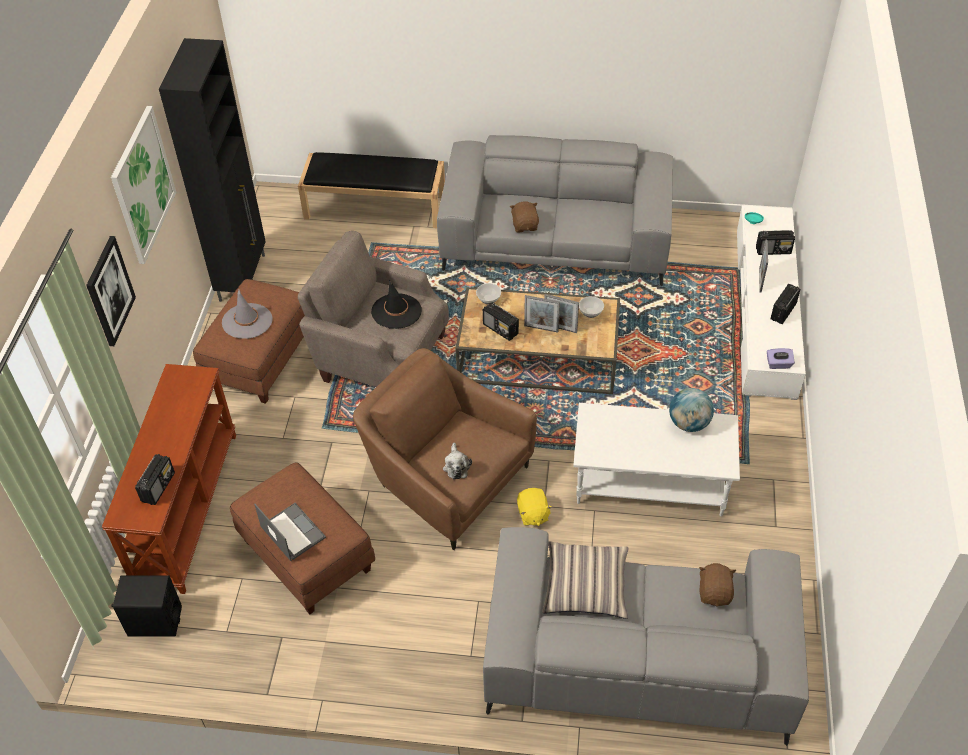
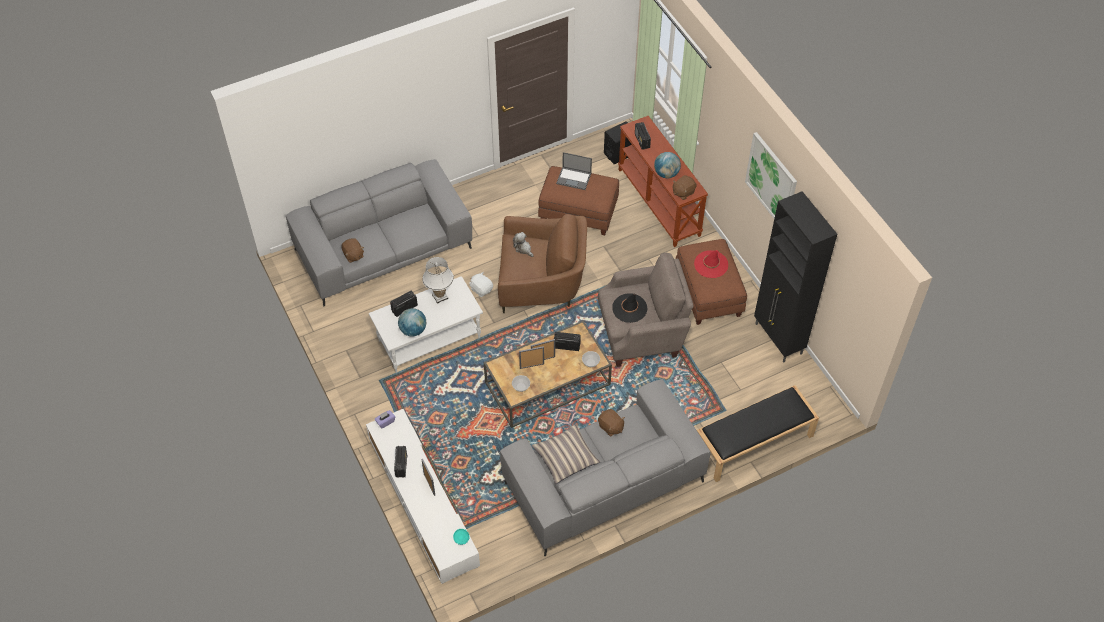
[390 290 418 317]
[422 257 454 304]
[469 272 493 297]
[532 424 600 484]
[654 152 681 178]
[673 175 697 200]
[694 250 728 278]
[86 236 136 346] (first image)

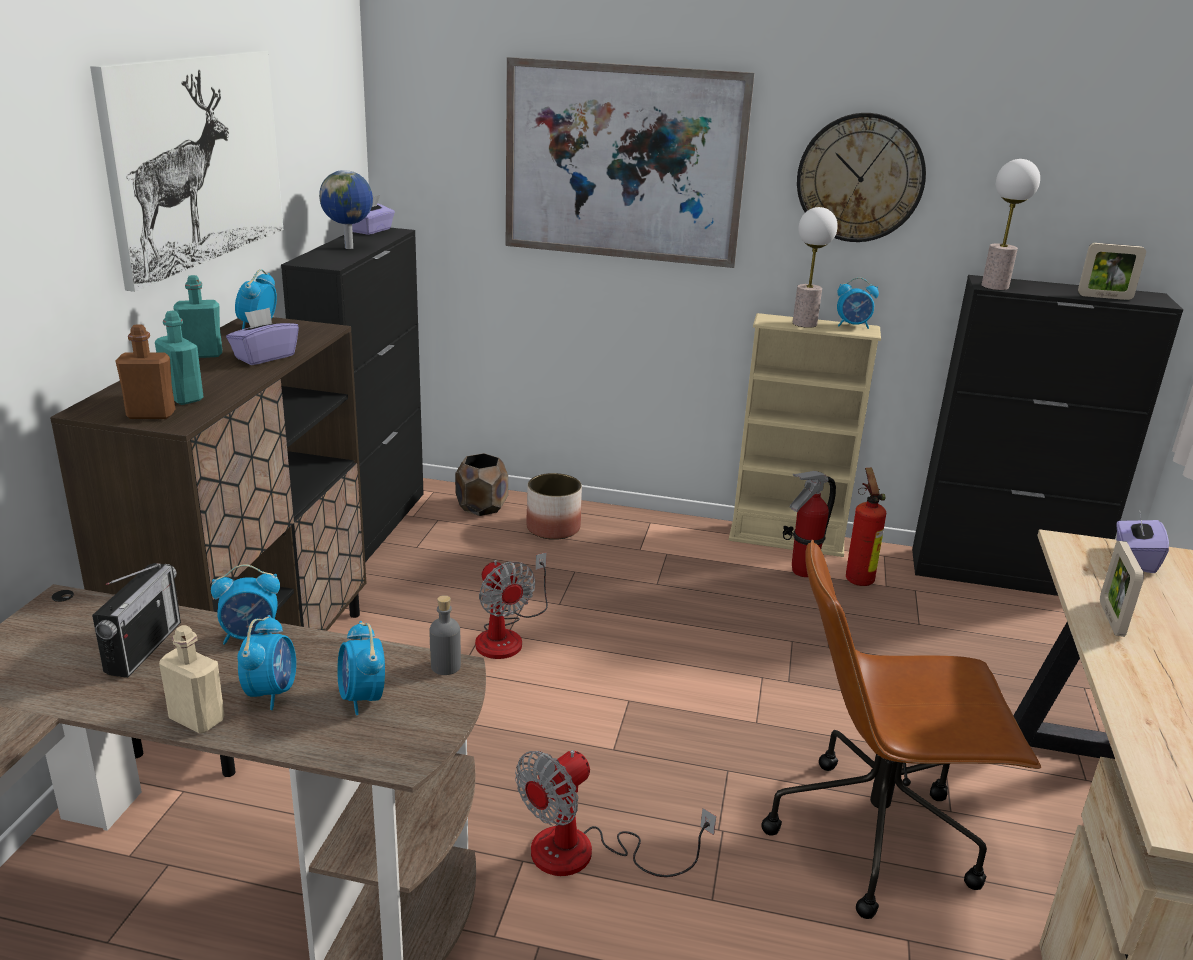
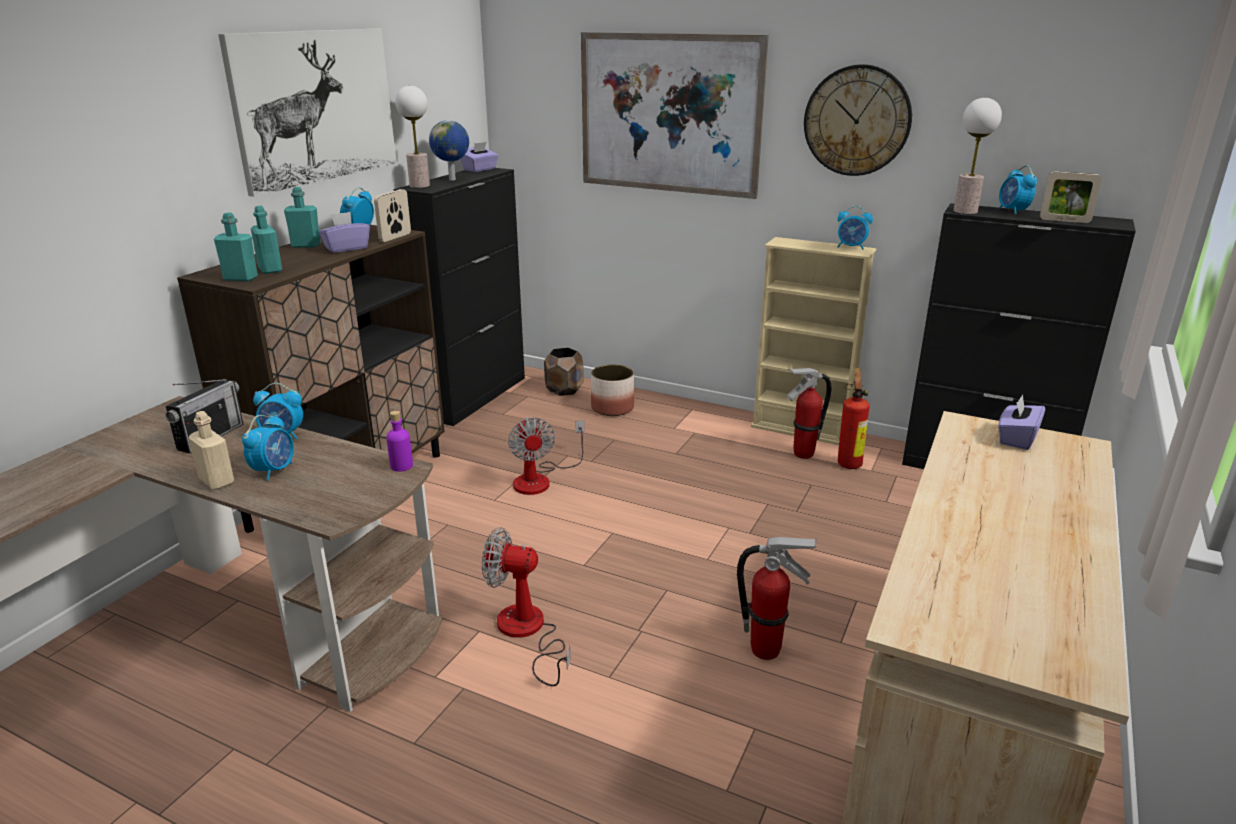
[214 213 258 281]
[374 189 411 242]
[386 411 413 472]
[395 86 430 188]
[482 527 571 686]
[737 537 817 660]
[999 165 1037 214]

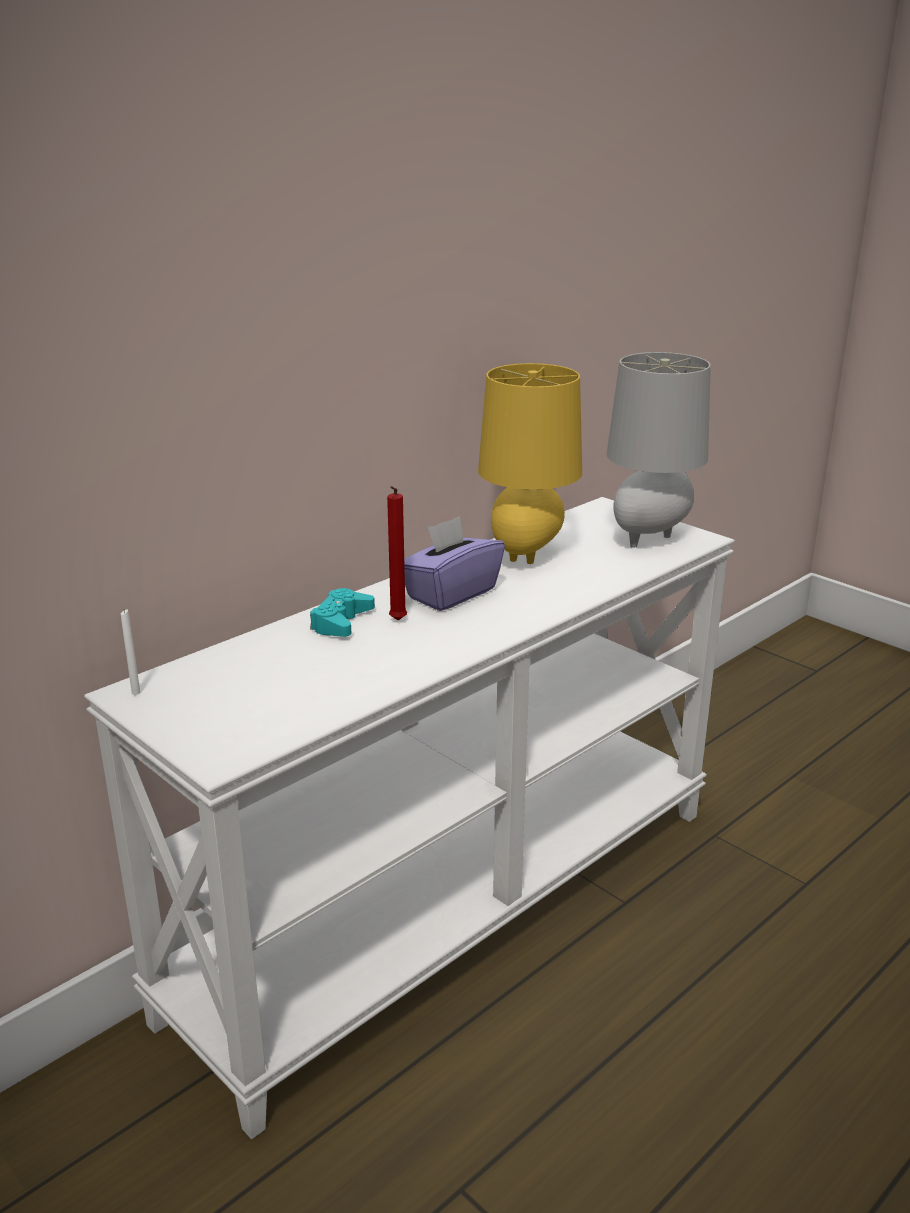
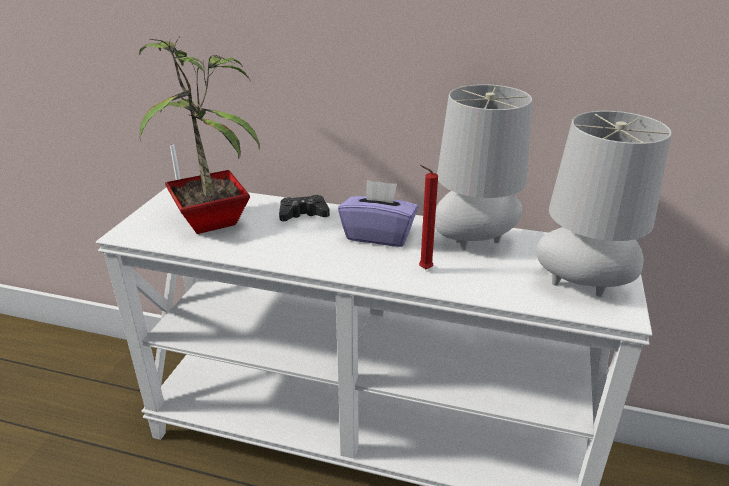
[139 36 260 234]
[279 195 330 221]
[419 165 438 269]
[435 84 532 250]

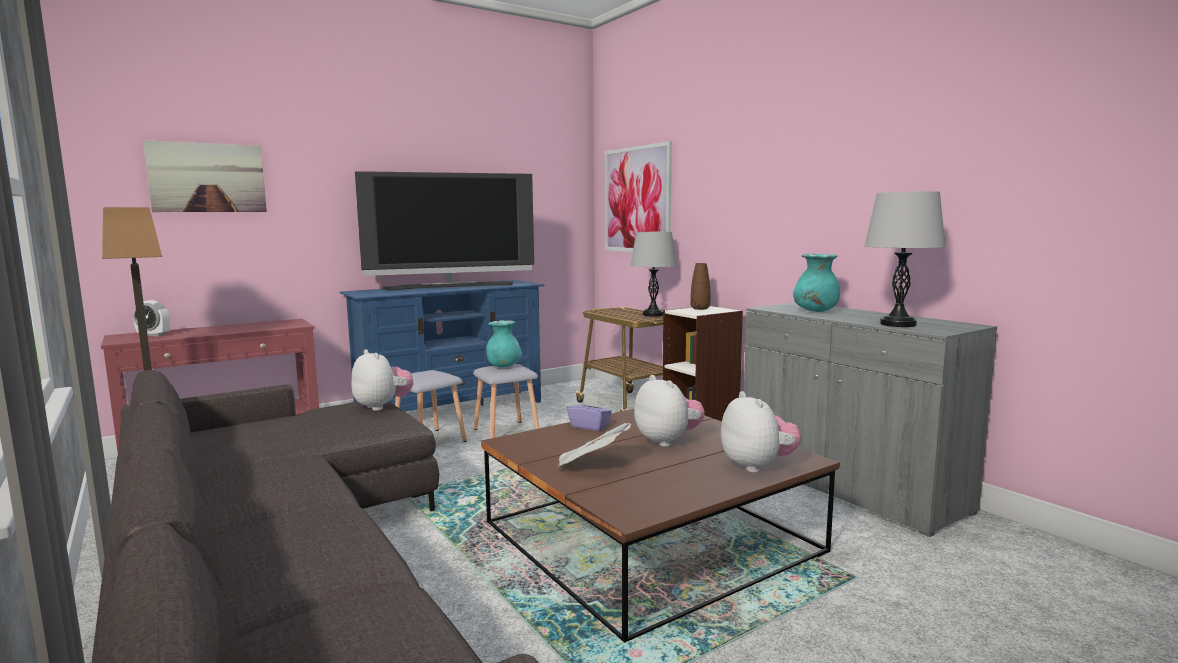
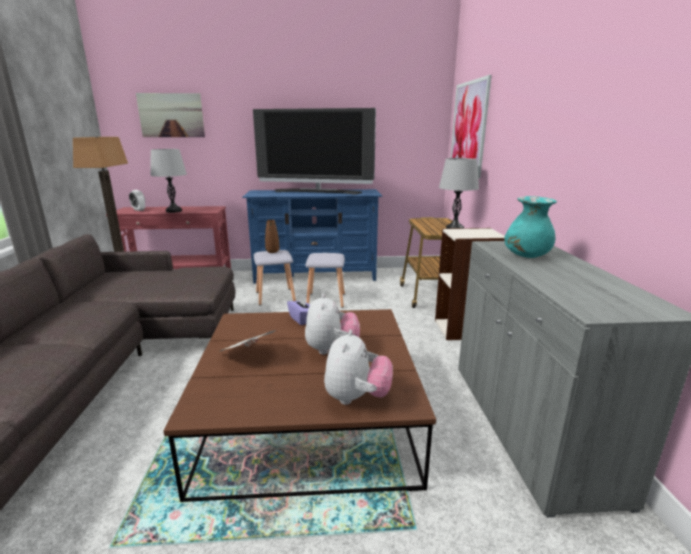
[150 149 187 213]
[265 220 279 253]
[351 349 414 411] (first image)
[486 320 522 368] (first image)

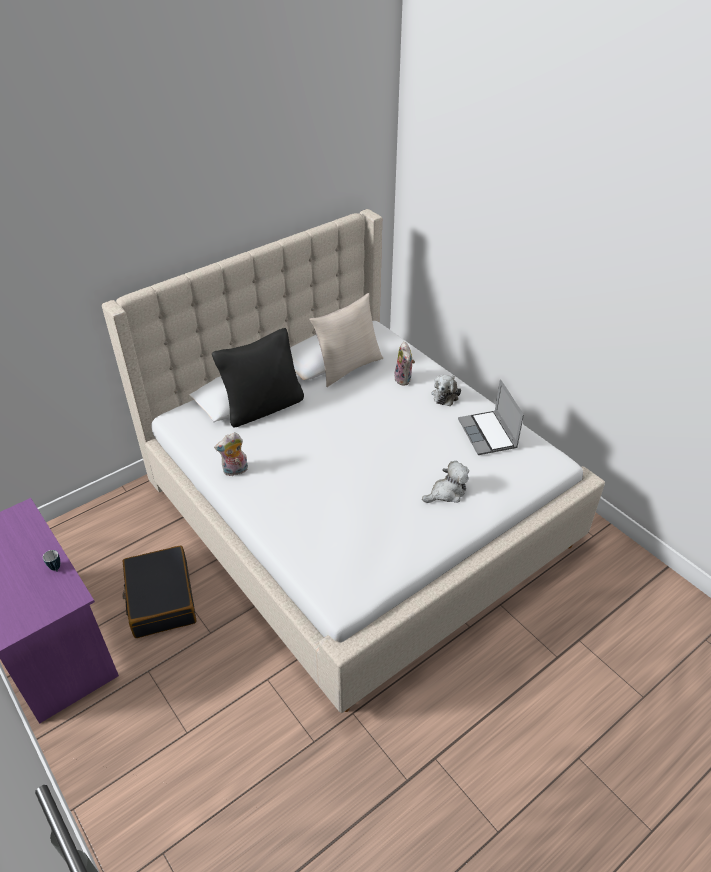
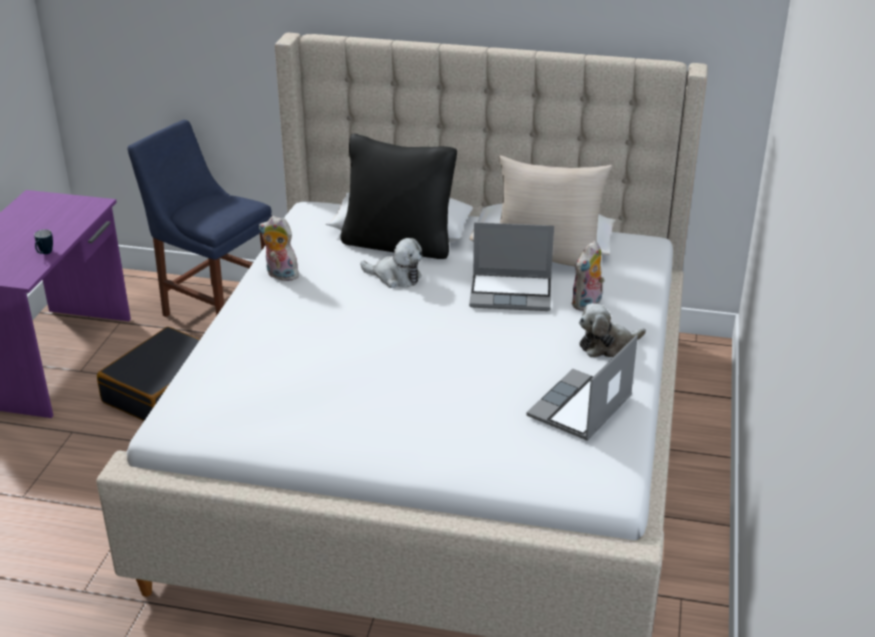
[128 120 272 317]
[360 238 422 288]
[469 222 554 311]

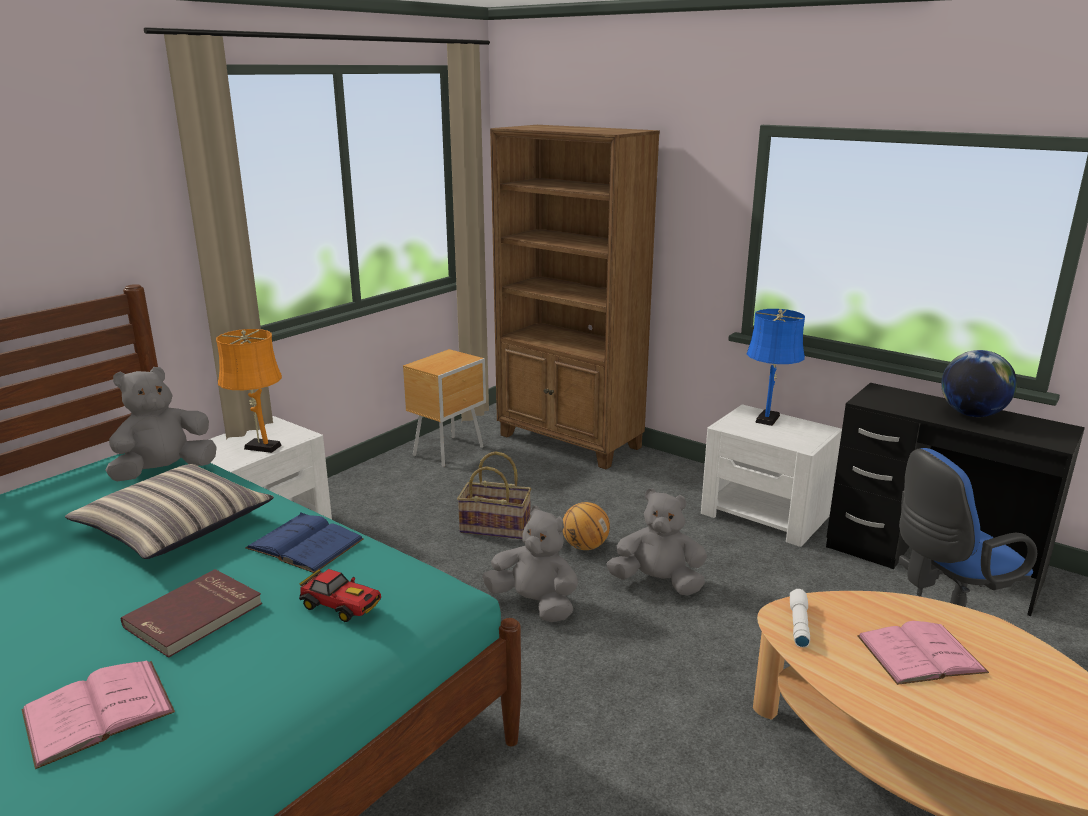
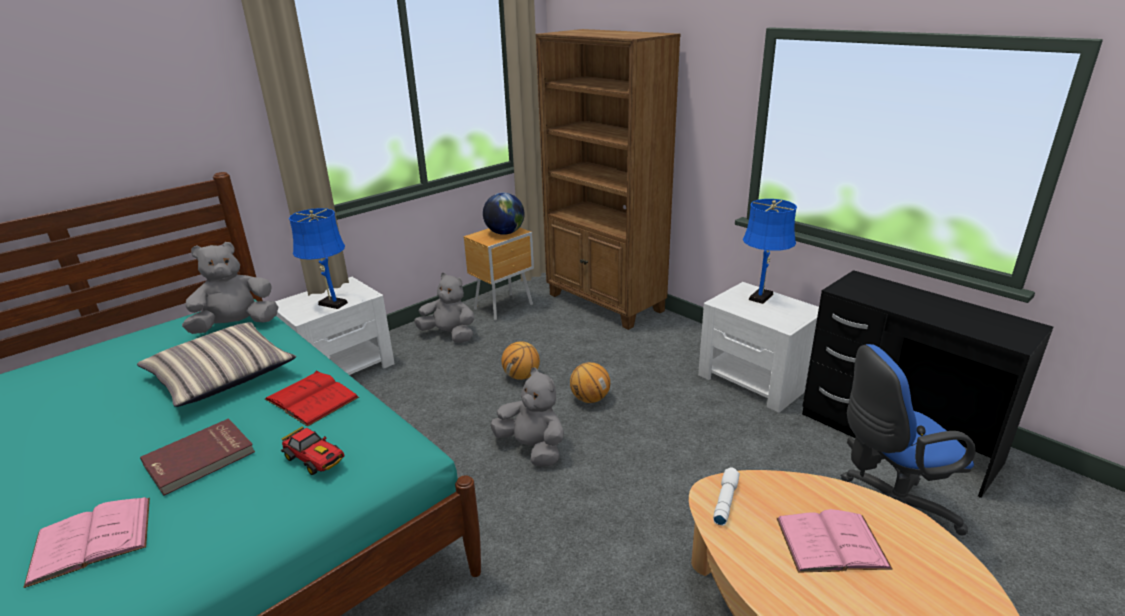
[265 371 359 427]
[289 208 348 309]
[414 273 474 343]
[483 193 525 235]
[501 341 540 380]

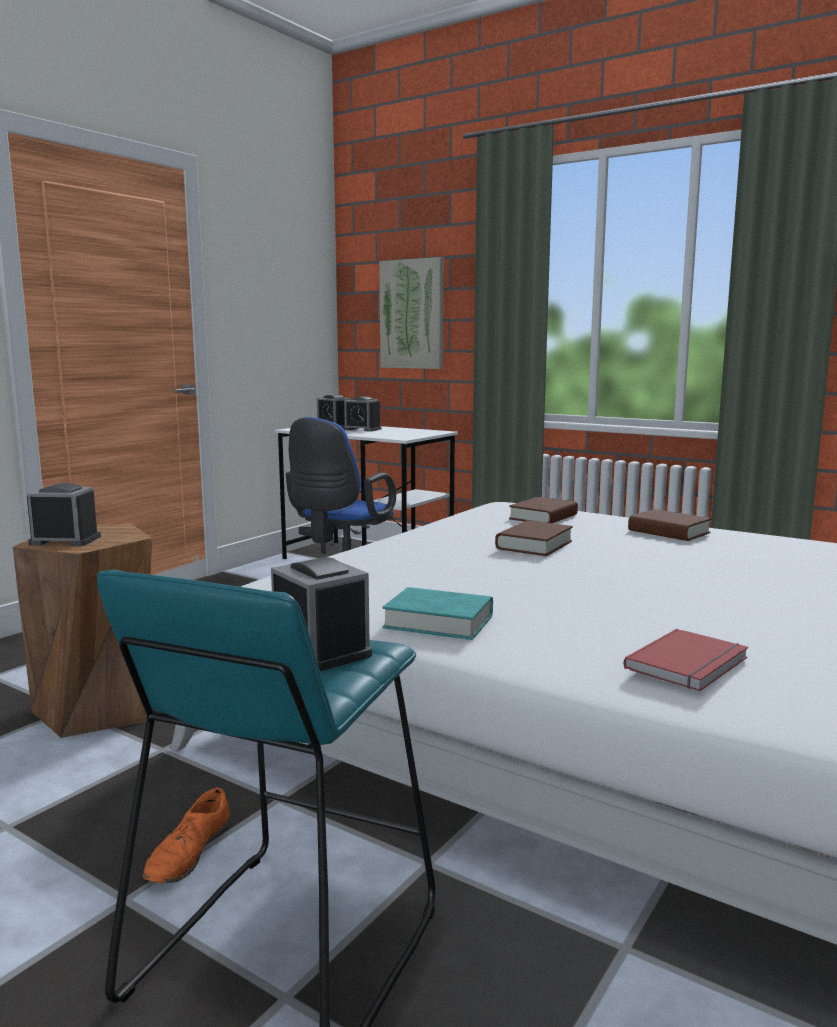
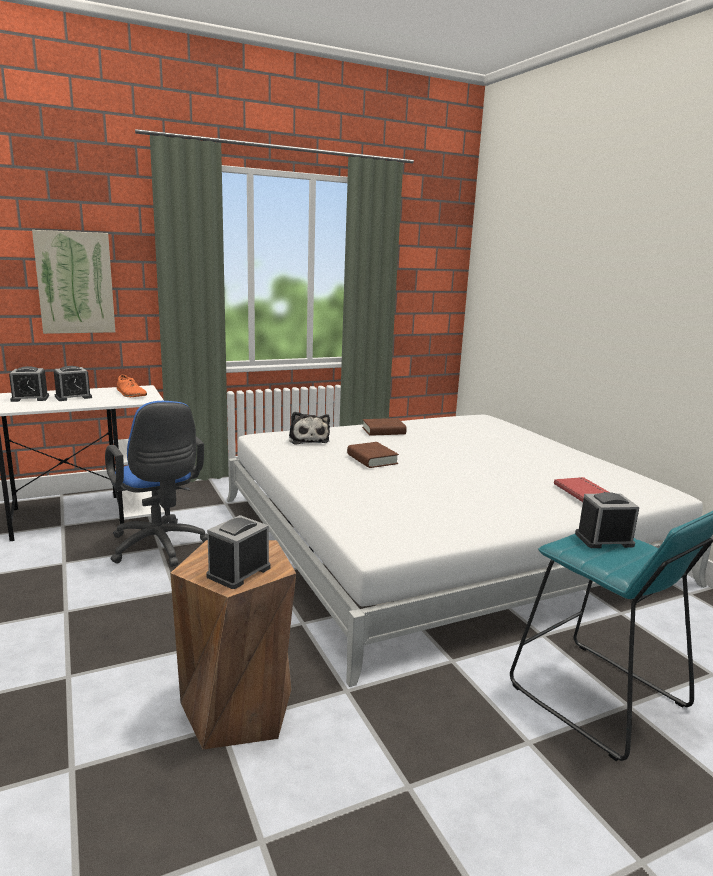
[117 374 147 397]
[289 411 330 445]
[382 587 493 640] (first image)

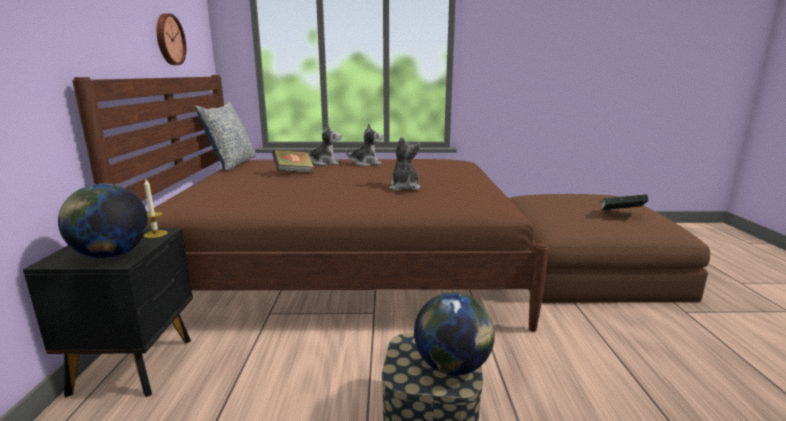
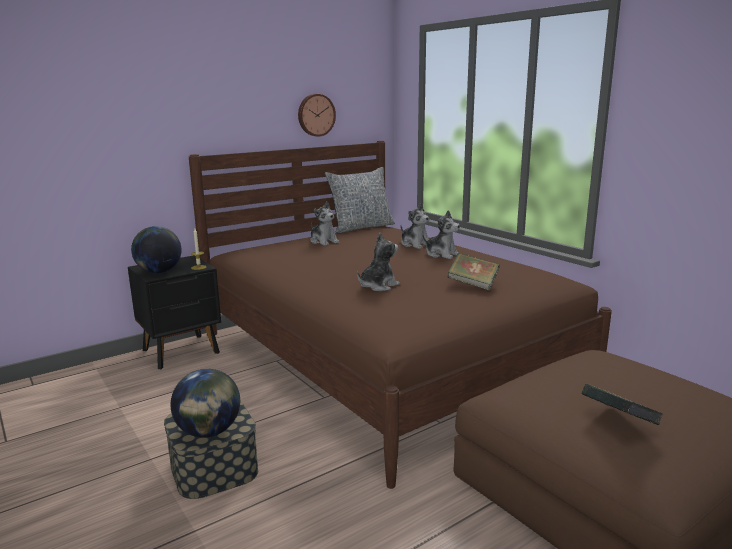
[310 201 339 246]
[448 253 500 291]

